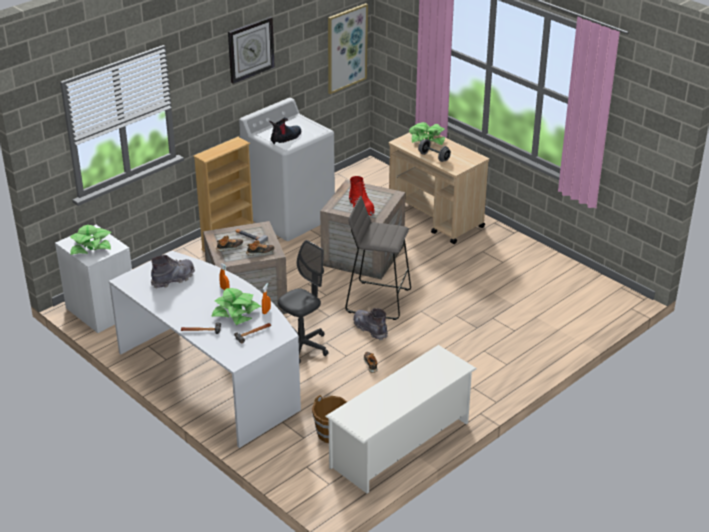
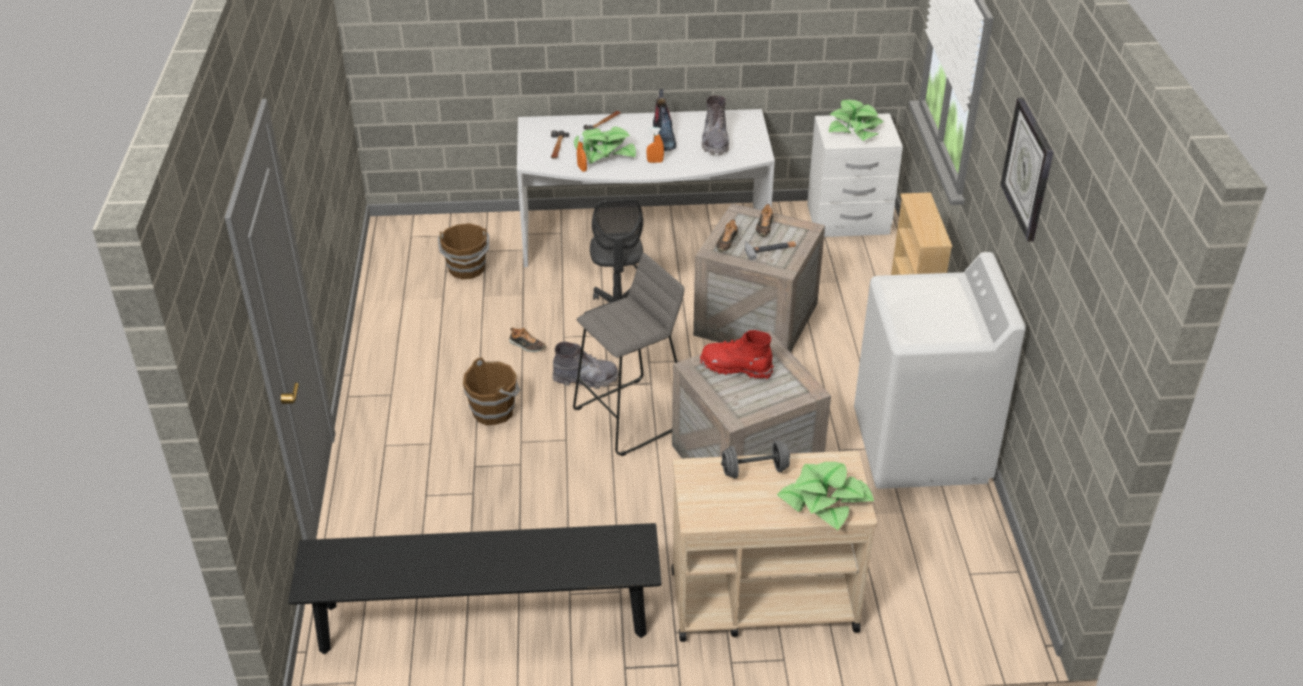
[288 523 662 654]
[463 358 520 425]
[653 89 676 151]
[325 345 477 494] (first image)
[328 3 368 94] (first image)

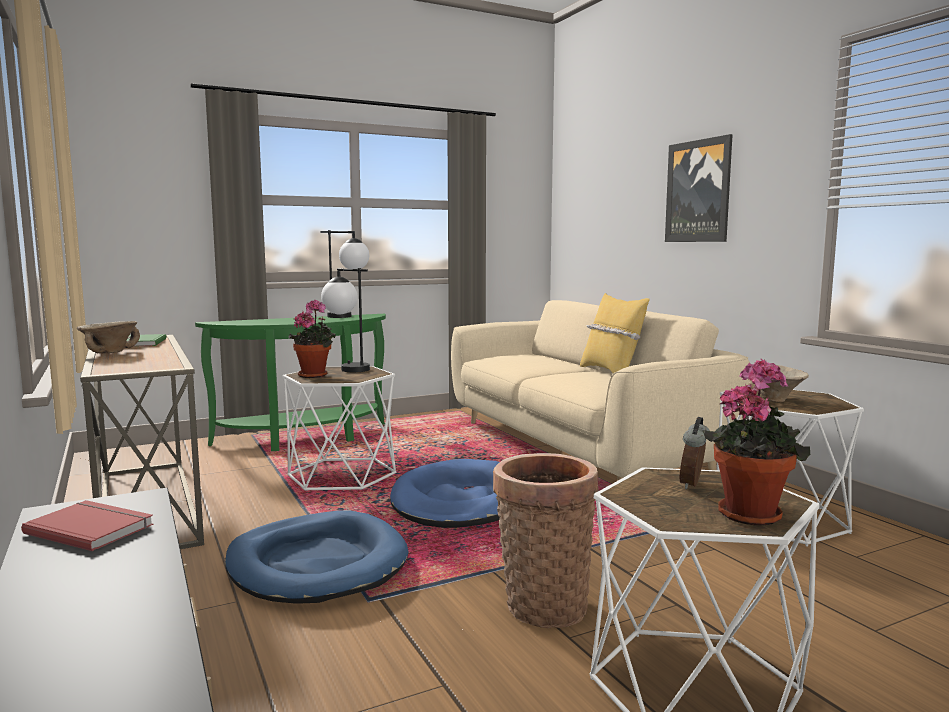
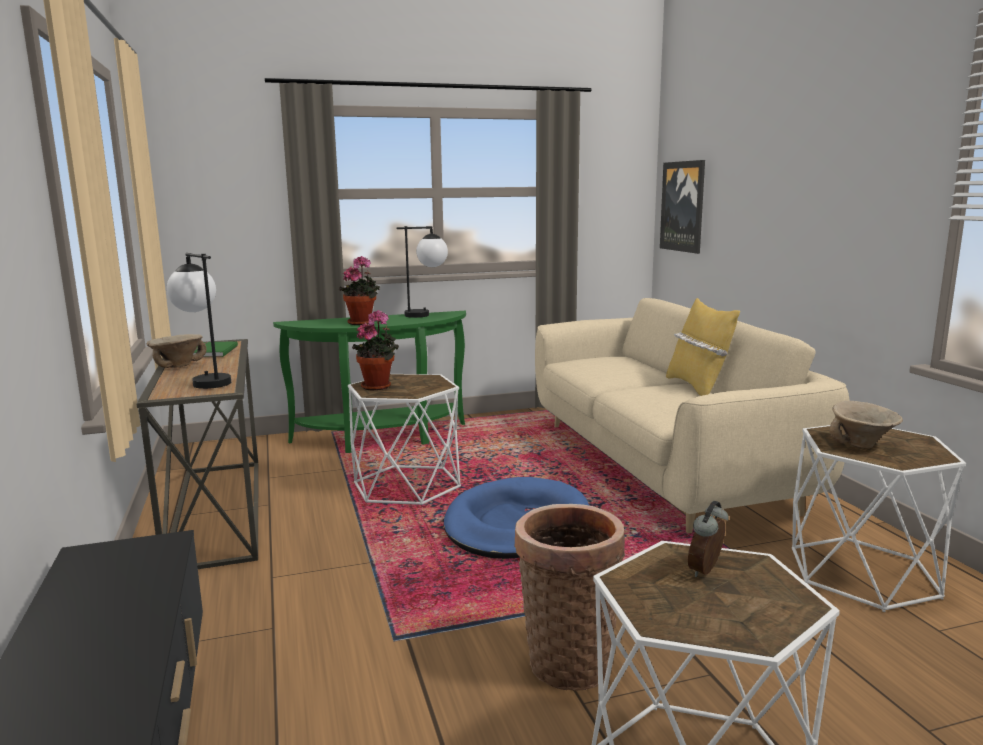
[167 253 231 389]
[339 256 380 325]
[660 160 705 254]
[21 500 153 551] (first image)
[225 510 408 604] (first image)

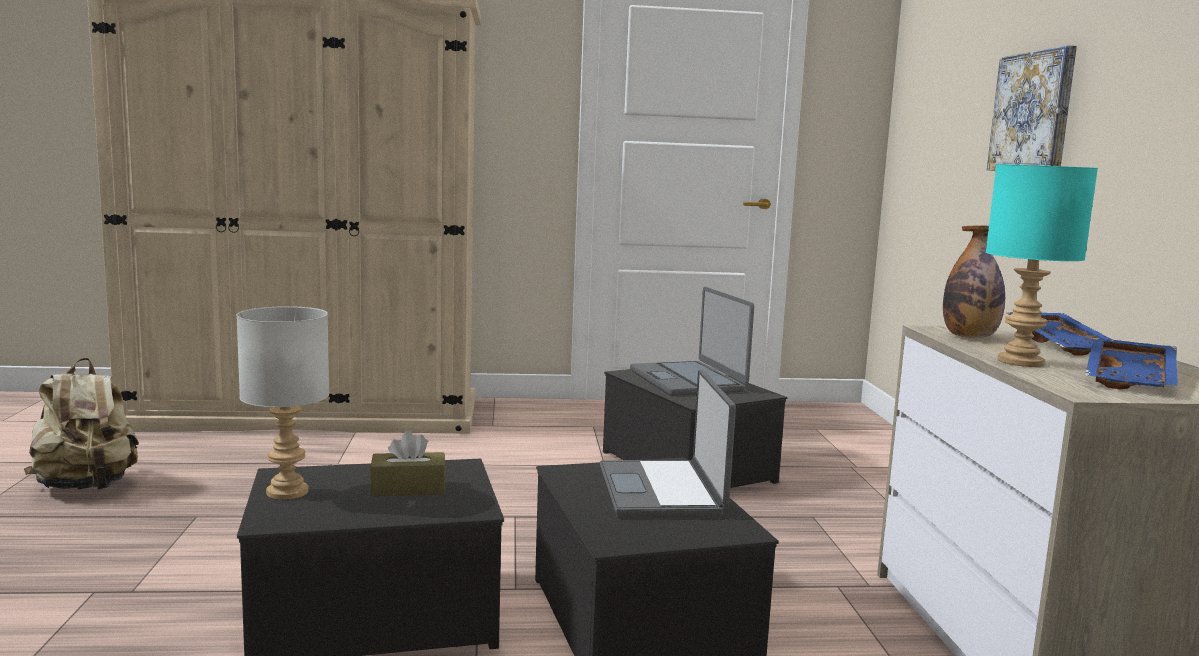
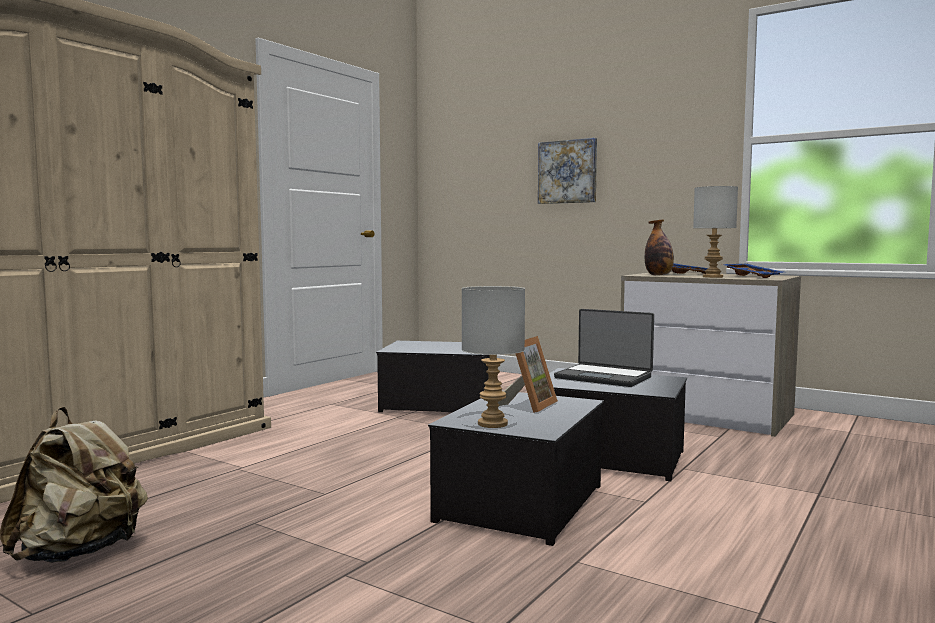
[498 336 558 413]
[693 186 738 278]
[630 287 754 396] (first image)

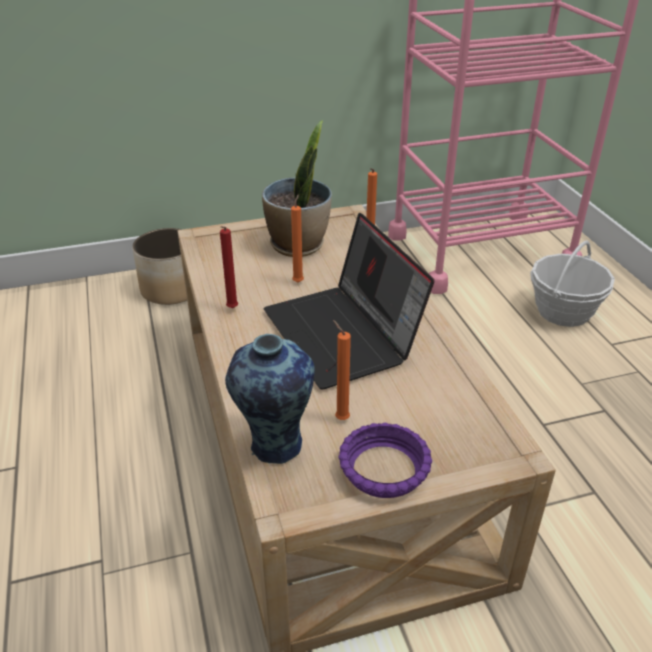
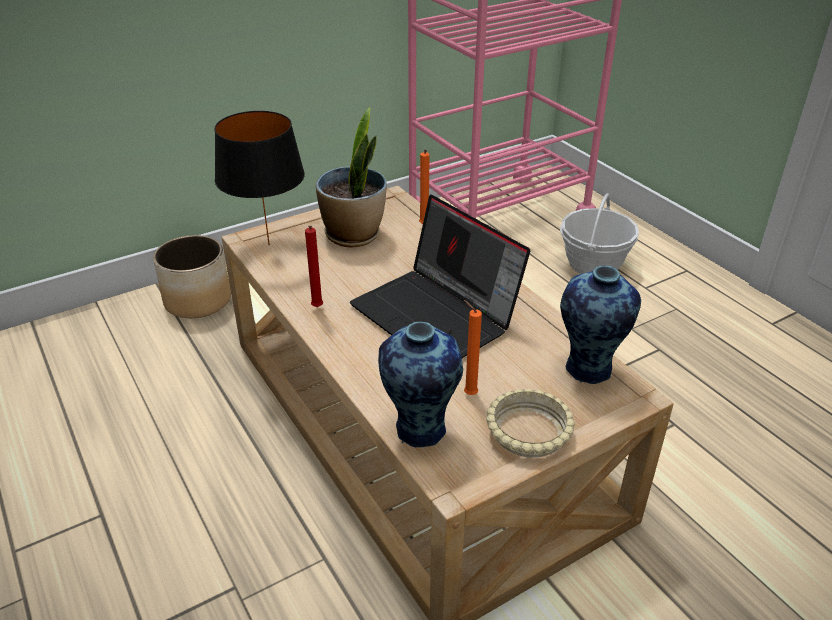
[214 111 305 245]
[486 389 575 458]
[560 266 641 384]
[291 194 304 283] (first image)

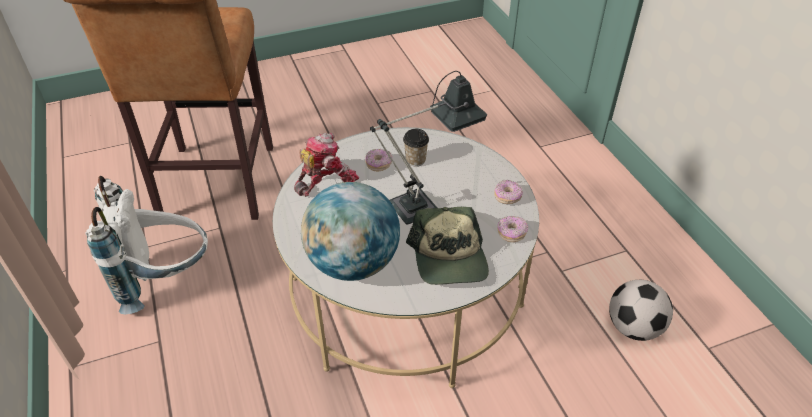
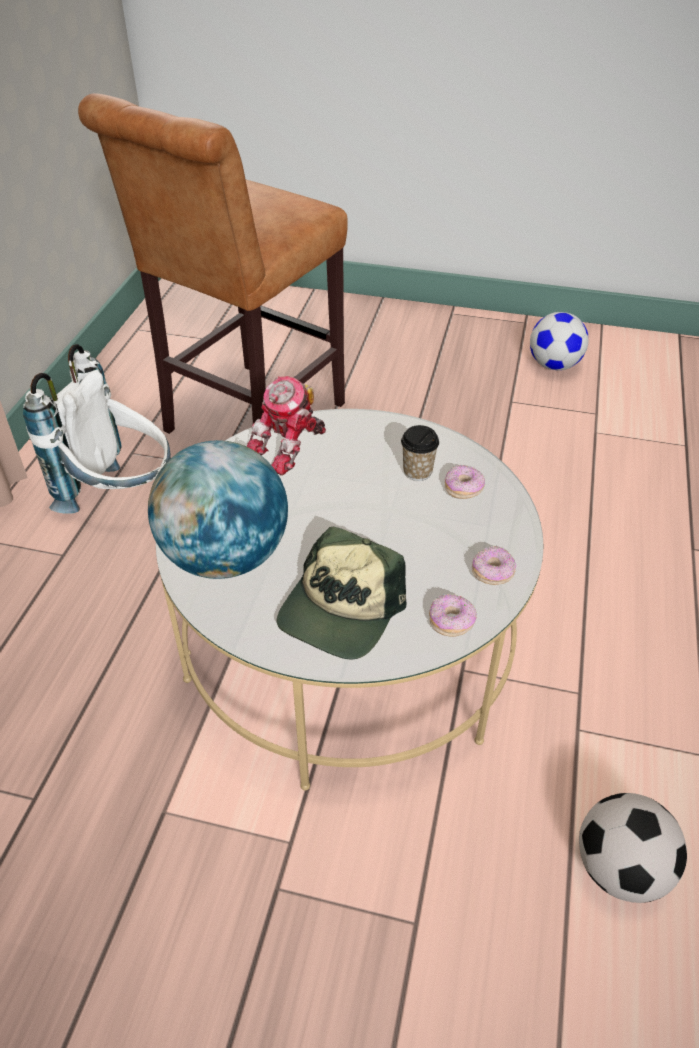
[246 376 326 476]
[445 465 485 499]
[530 312 588 370]
[370 71 487 225] (first image)

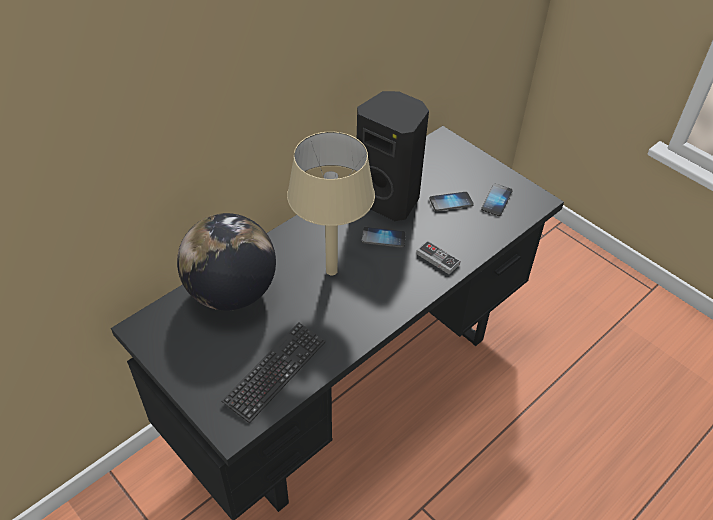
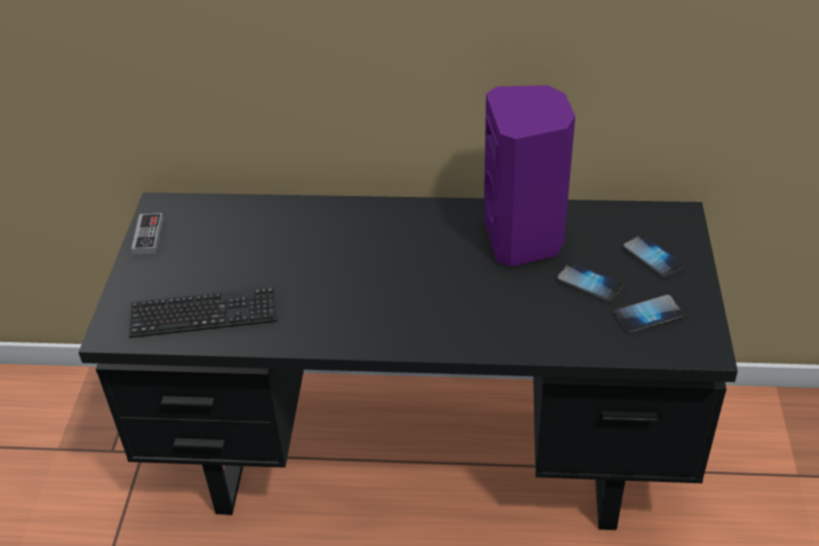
[131 213 163 255]
[484 85 575 267]
[623 234 685 279]
[177 213 276 311] (first image)
[287 131 375 275] (first image)

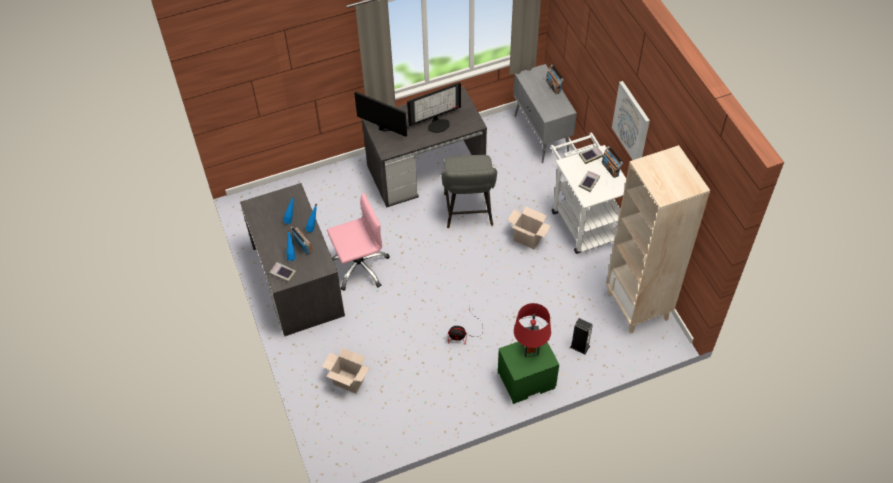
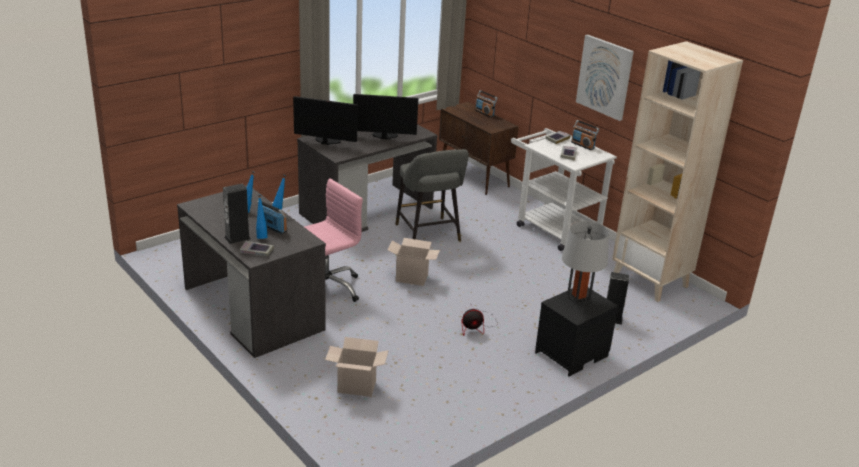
[223 184 251 244]
[353 94 418 139]
[387 238 440 286]
[439 102 519 195]
[535 288 618 377]
[562 221 609 305]

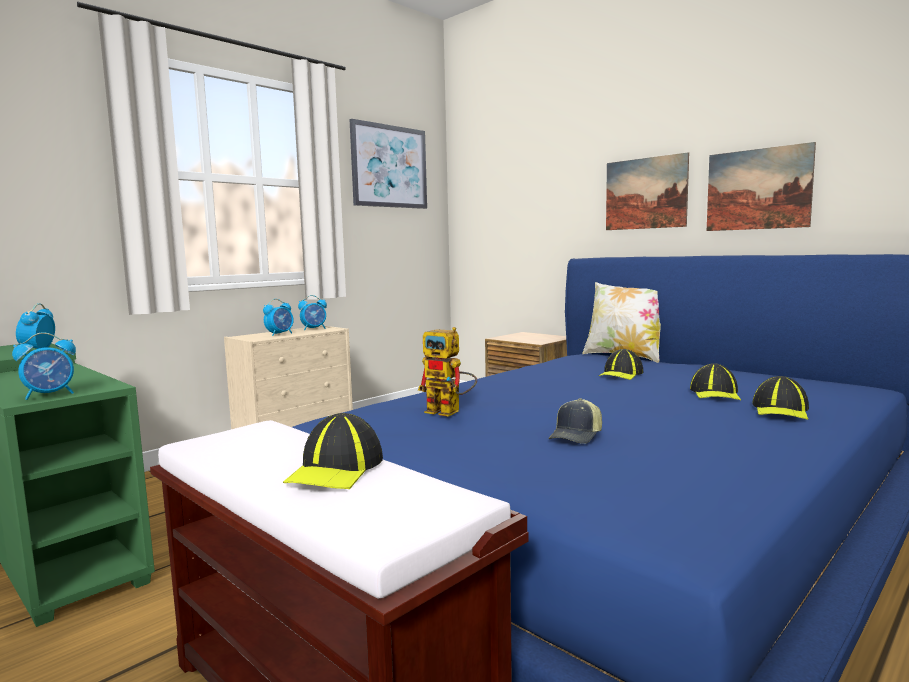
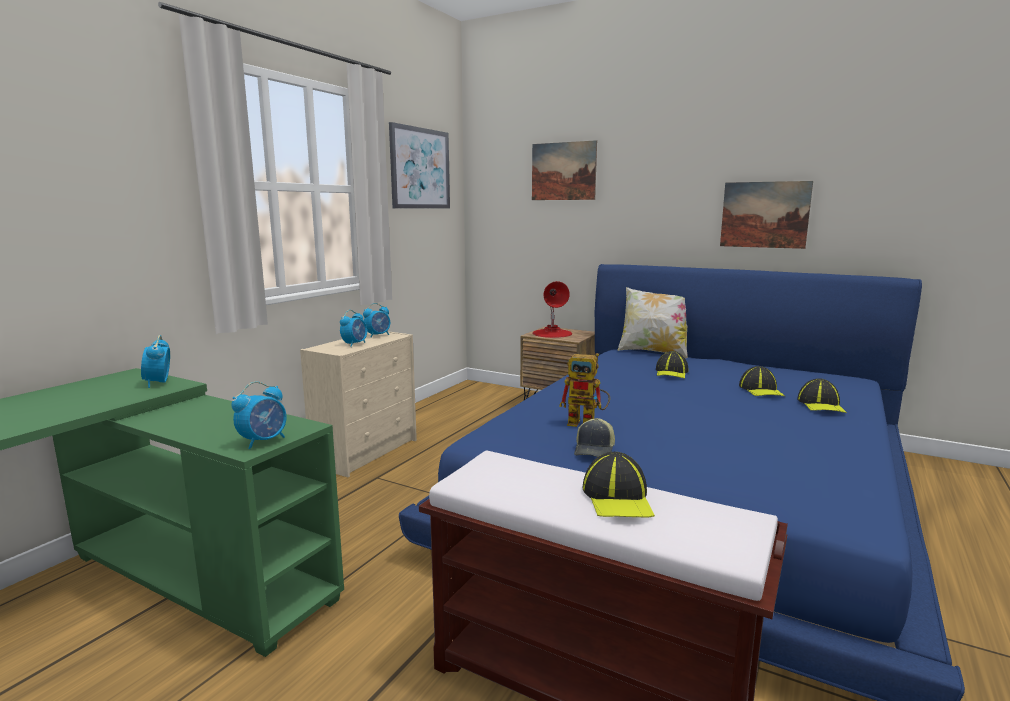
[532 140 597 200]
[532 281 572 338]
[574 418 615 457]

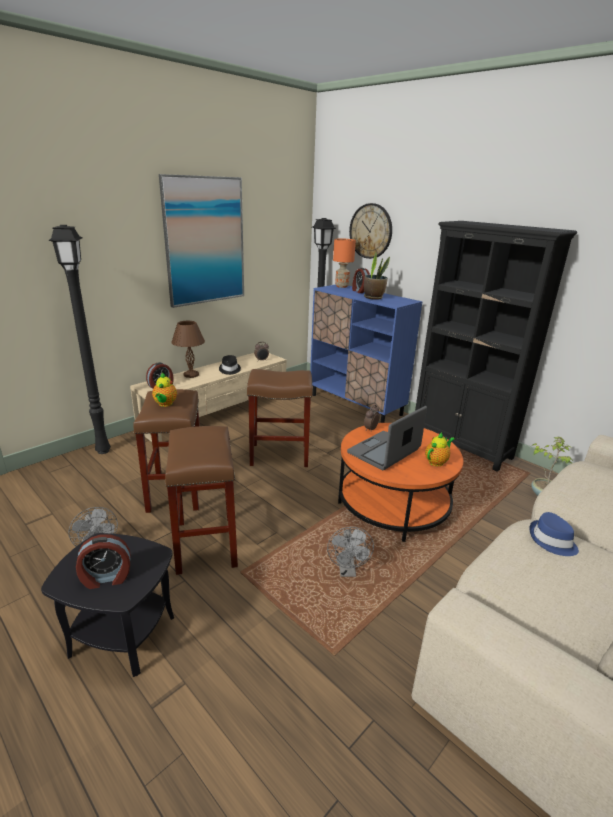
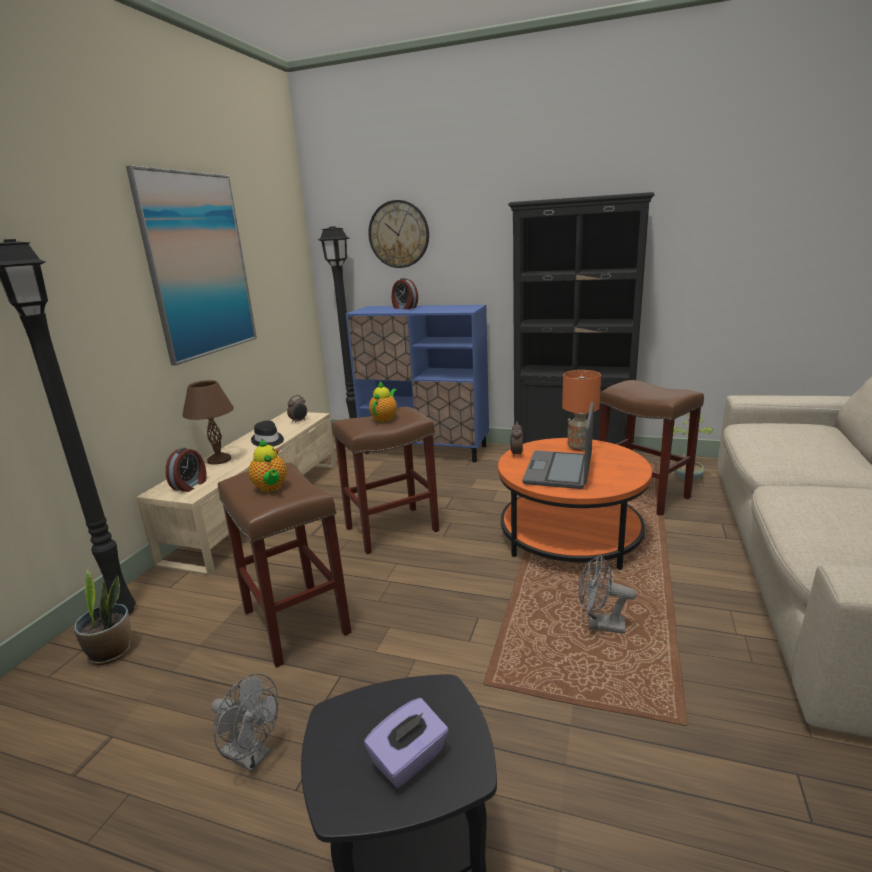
[74 569 131 665]
[364 698 448 788]
[369 382 397 422]
[562 370 601 451]
[579 554 637 634]
[599 380 704 516]
[529 512 579 556] (first image)

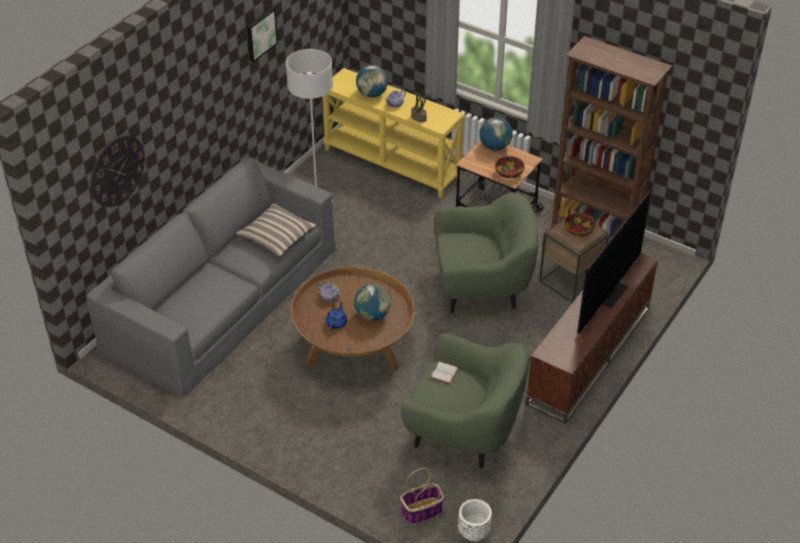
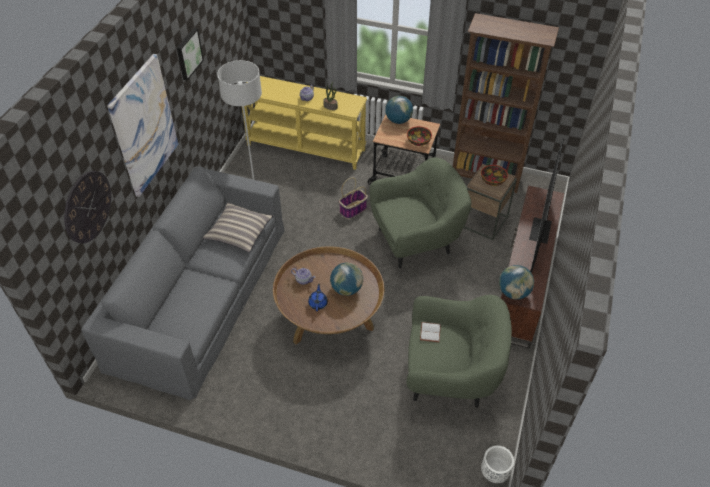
[107 54 178 197]
[339 177 368 219]
[499 265 534 300]

